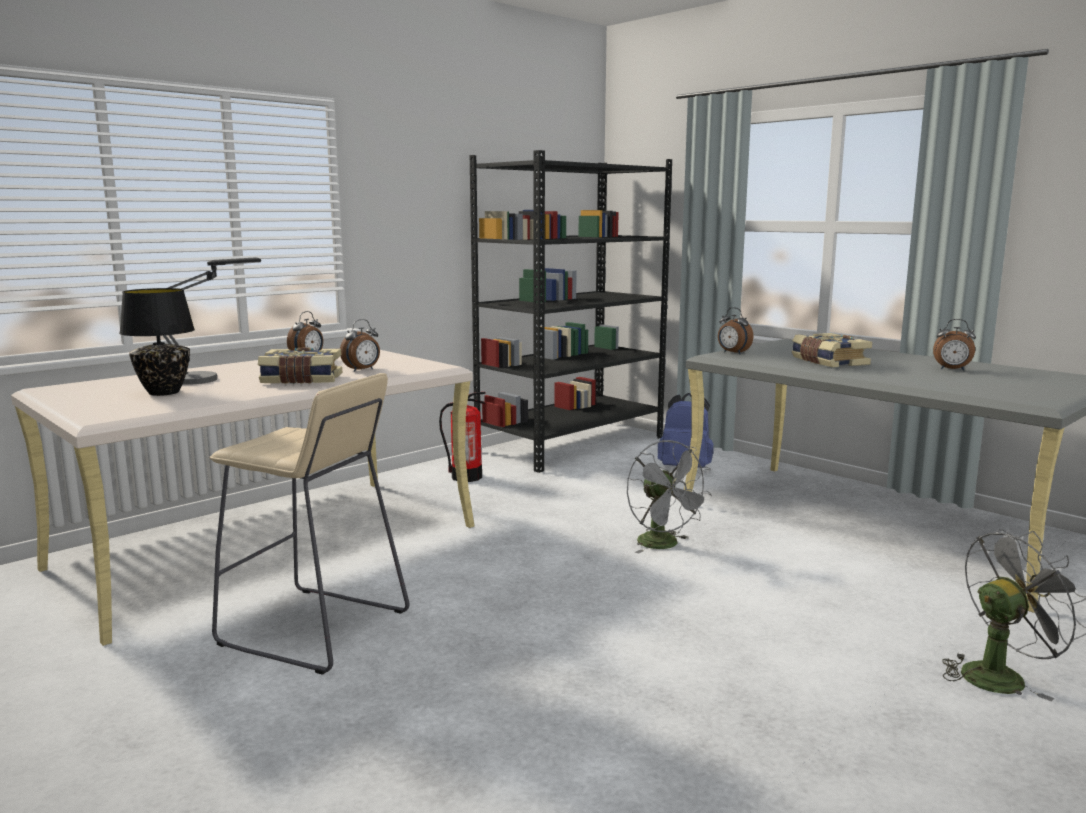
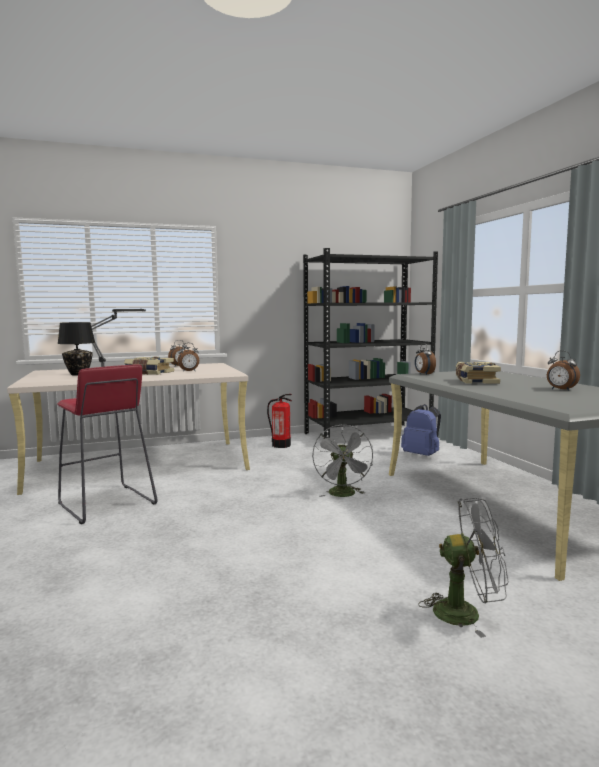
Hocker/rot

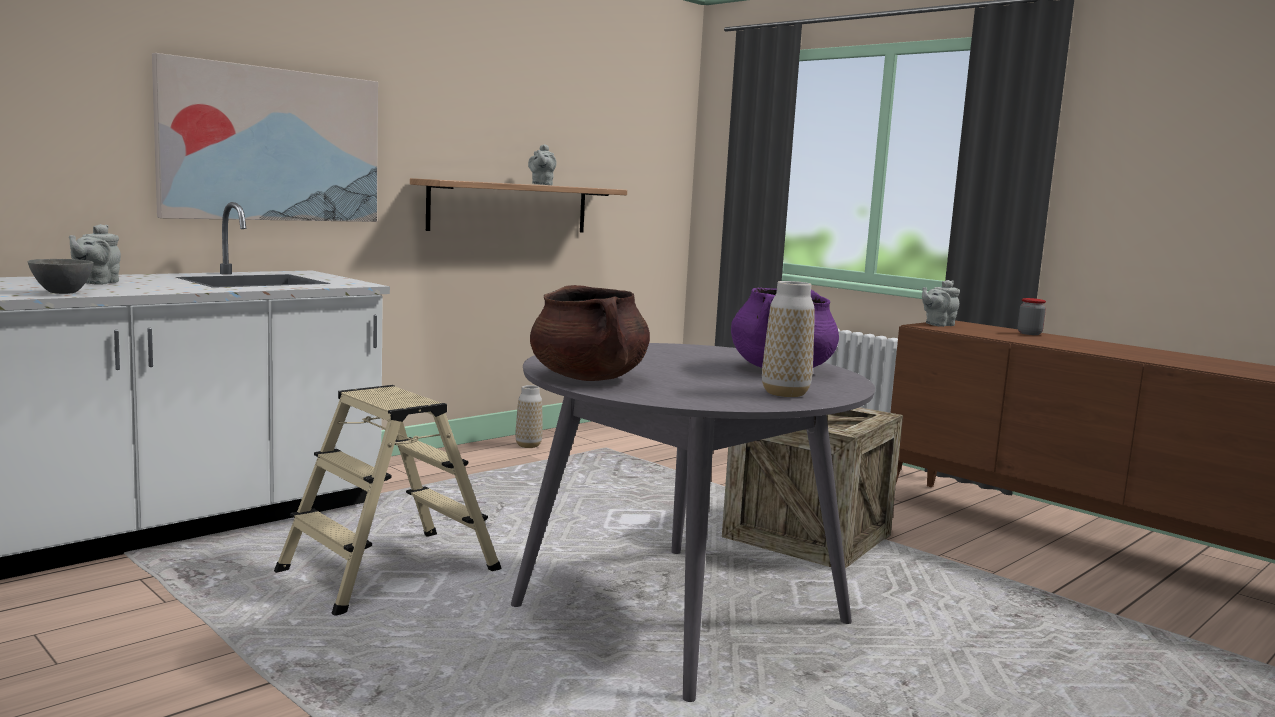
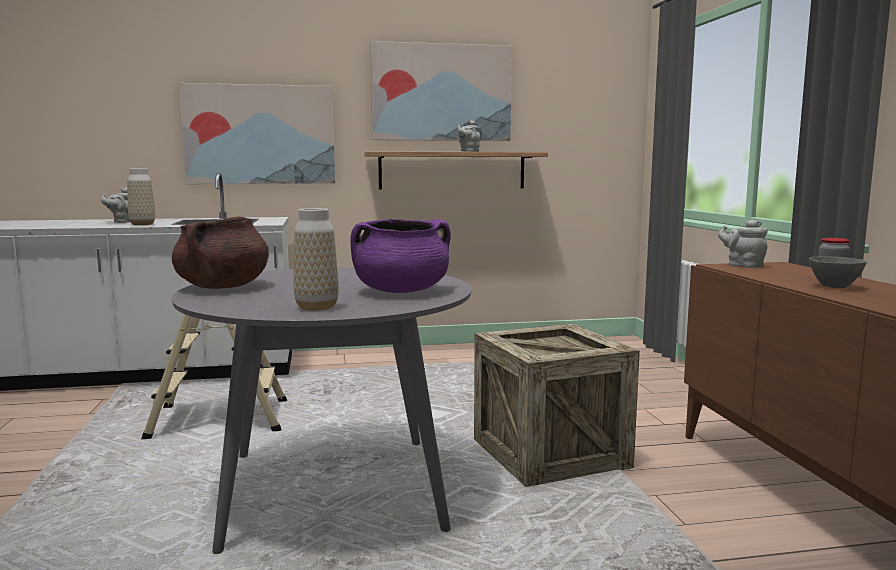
Bild (no. 2 from left)
Schüssel/grau
Vase (no. 1 from left)
Teekanne/grau (no. 3 from left)

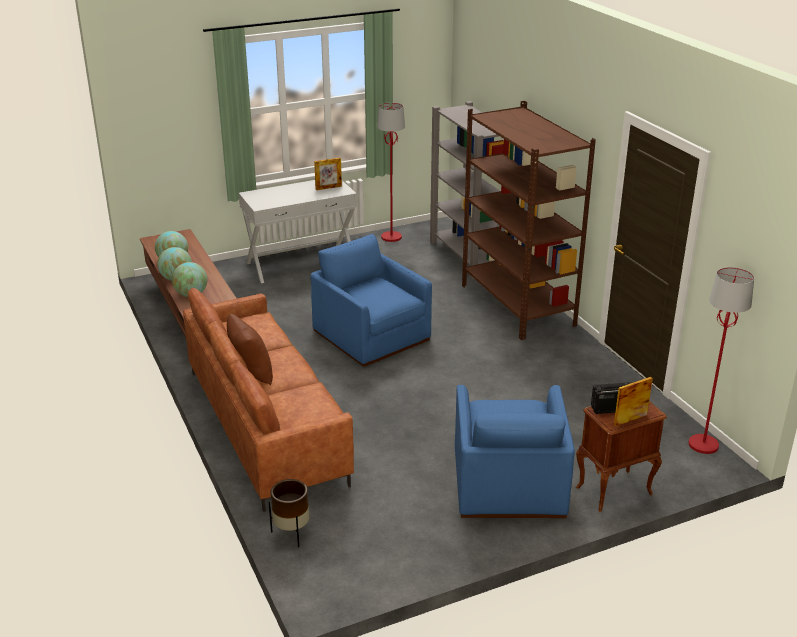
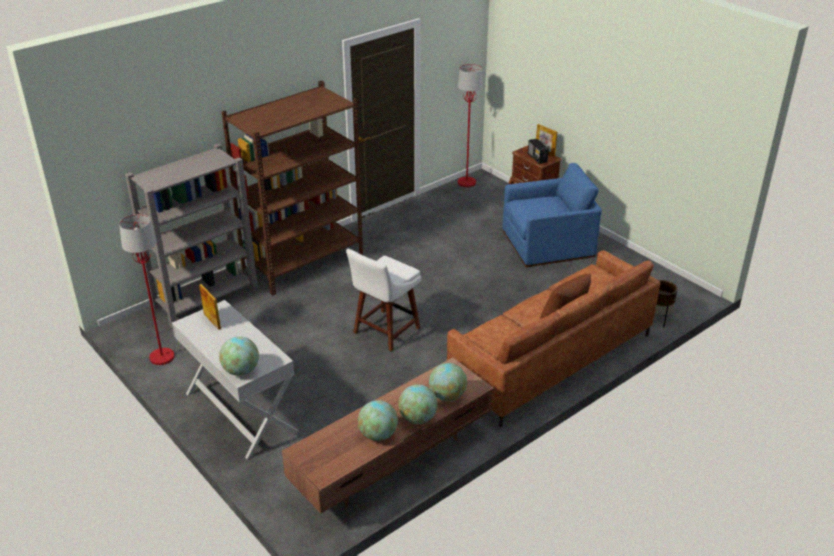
Globus (no. 1 from left)
Hocker/weiß

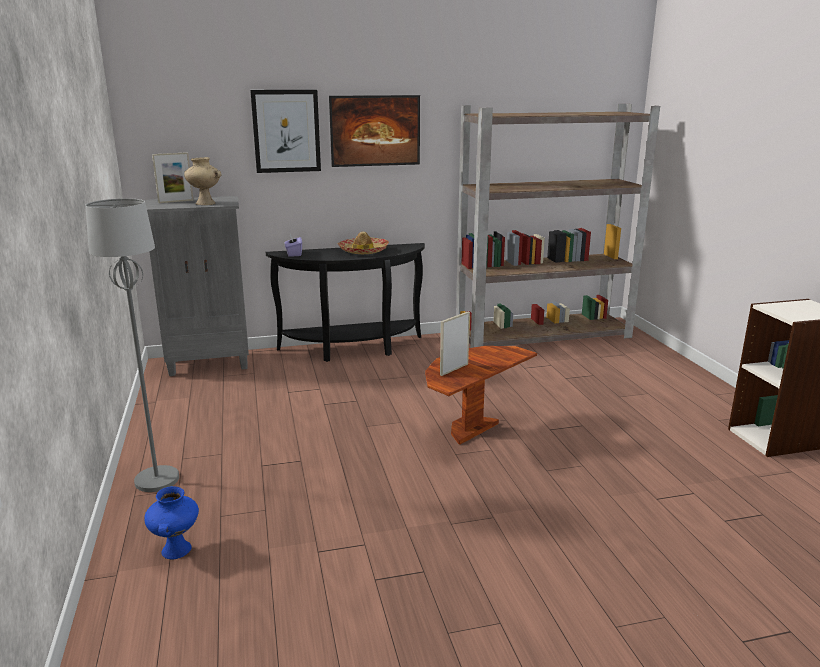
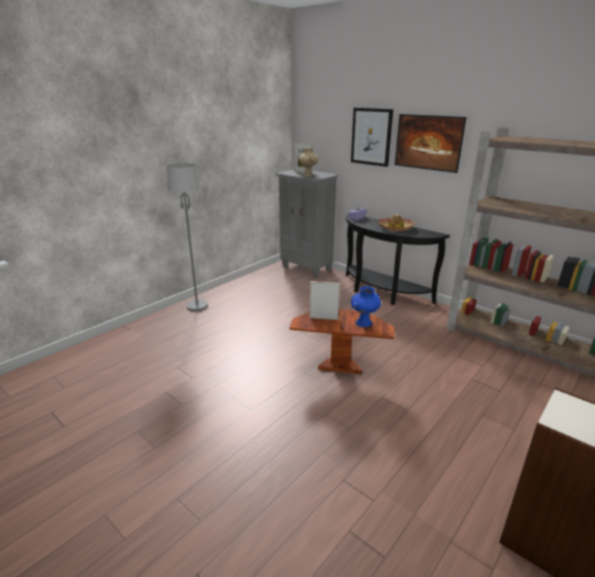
Vase/blau

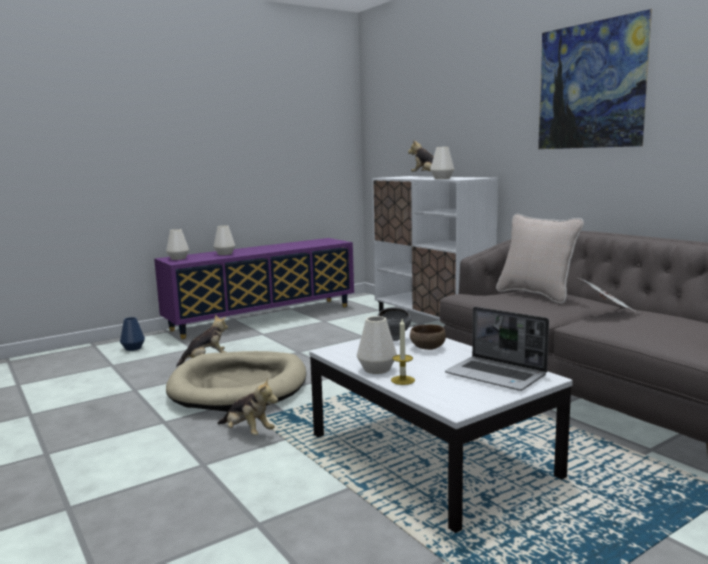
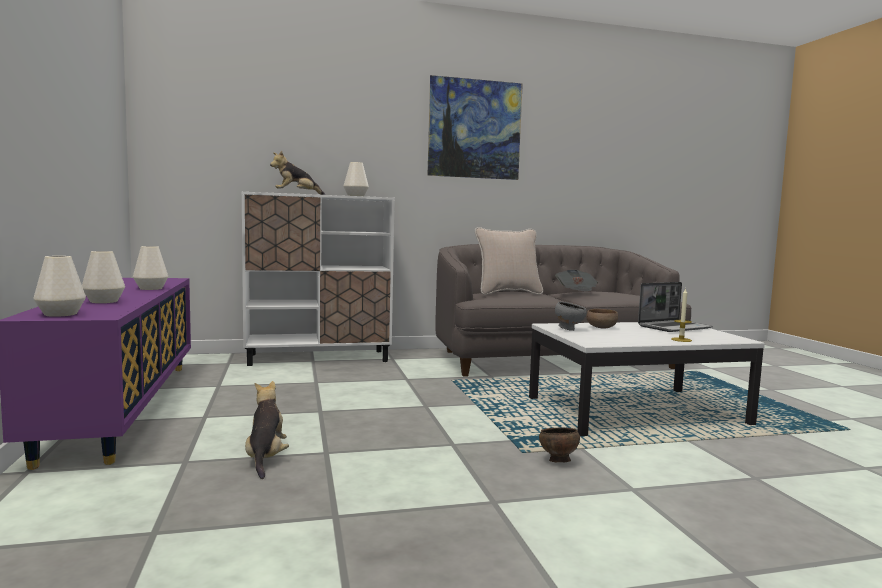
Vase/blau
Hundebett/beige
Vase/weiß (no. 3 from left)
Schüssel/braun (no. 1 from left)

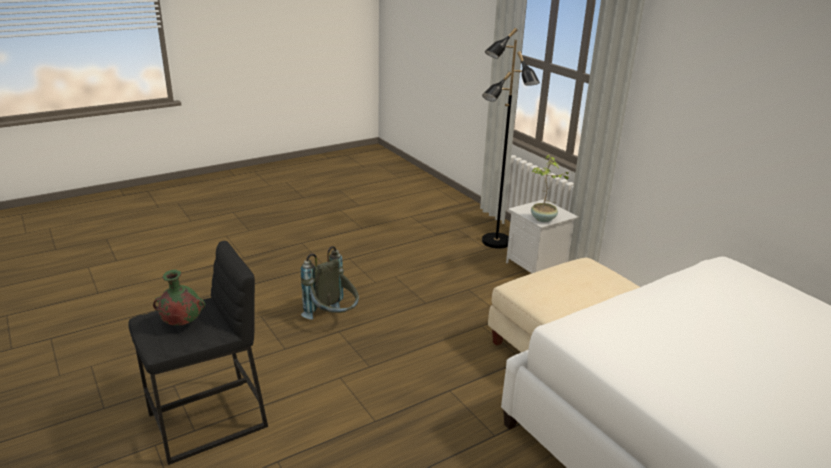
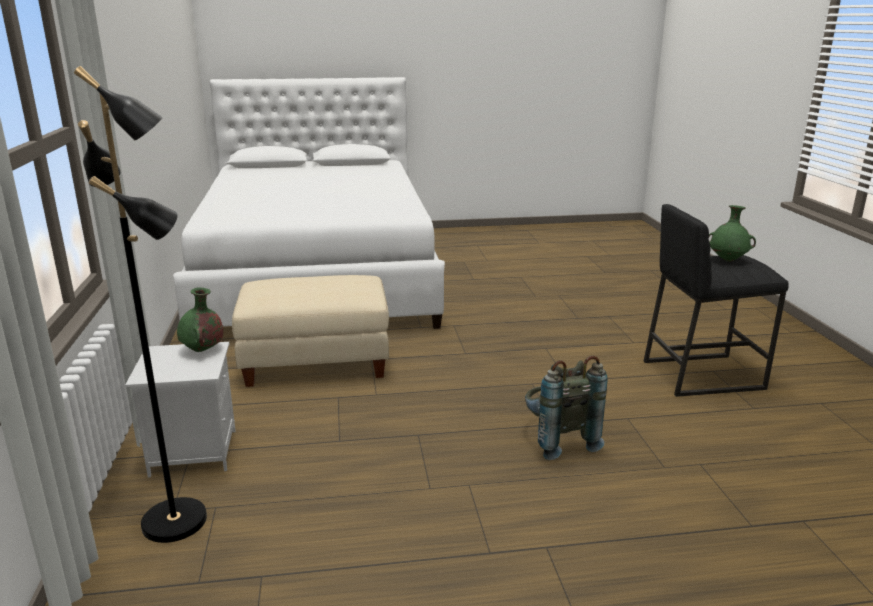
Vase/grün (no. 1 from left)

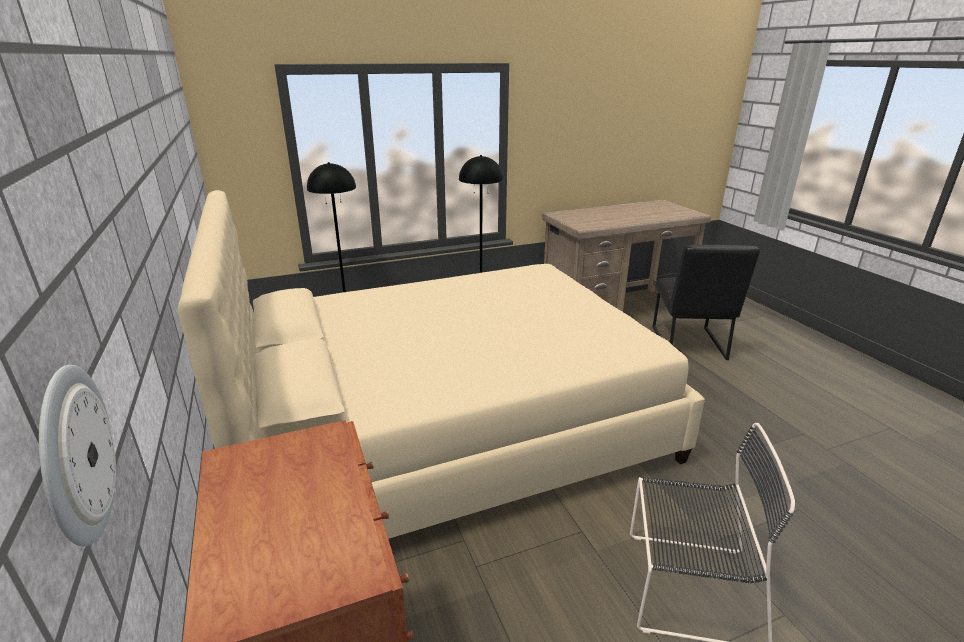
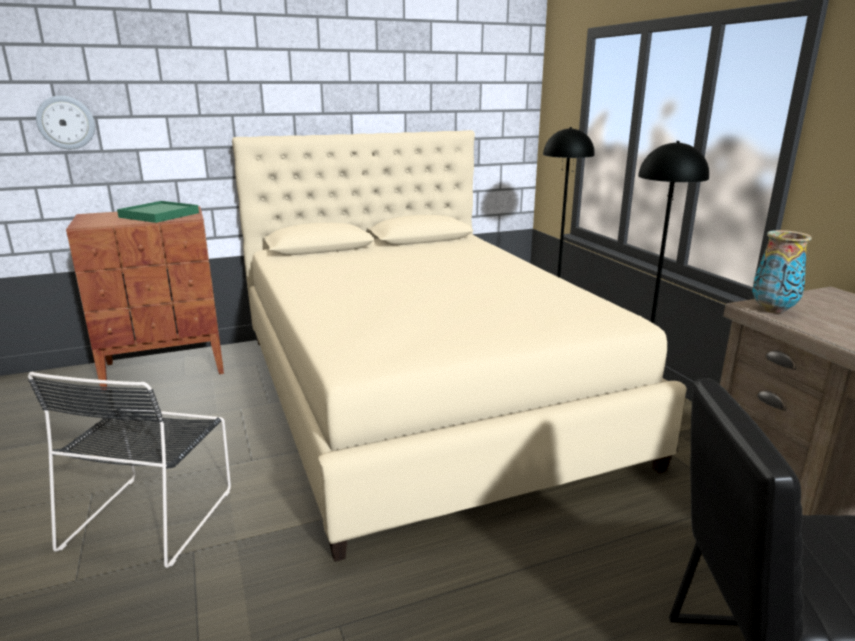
Tablett/grün
Vase

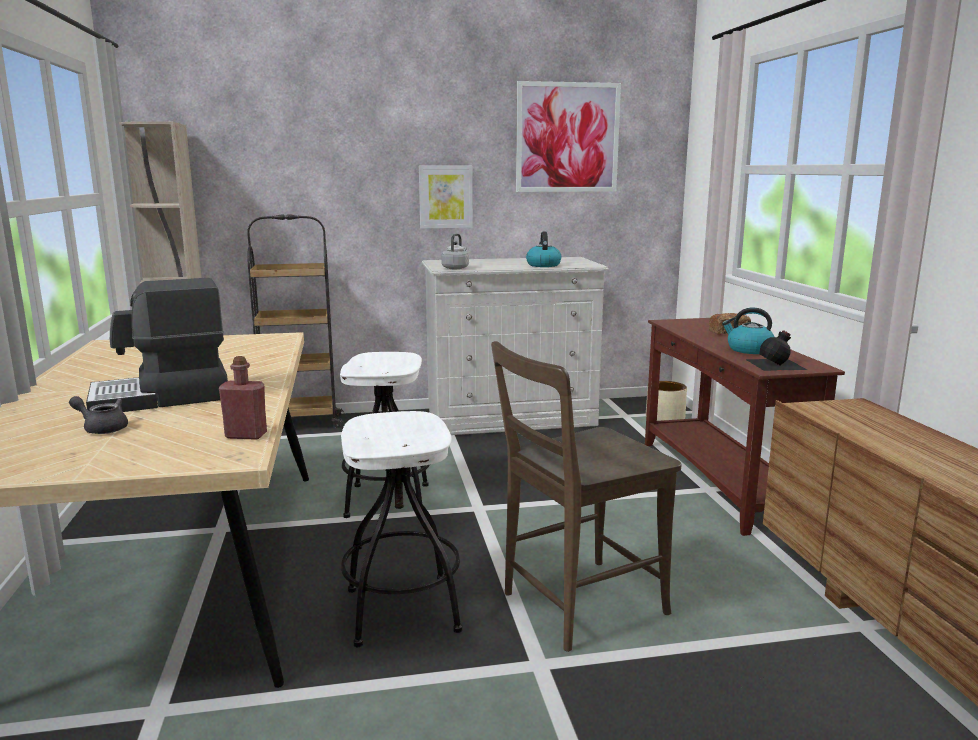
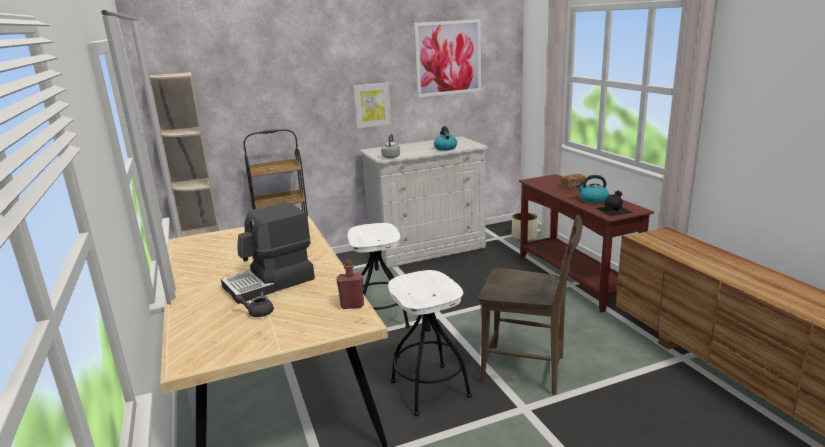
Stuhl/braun

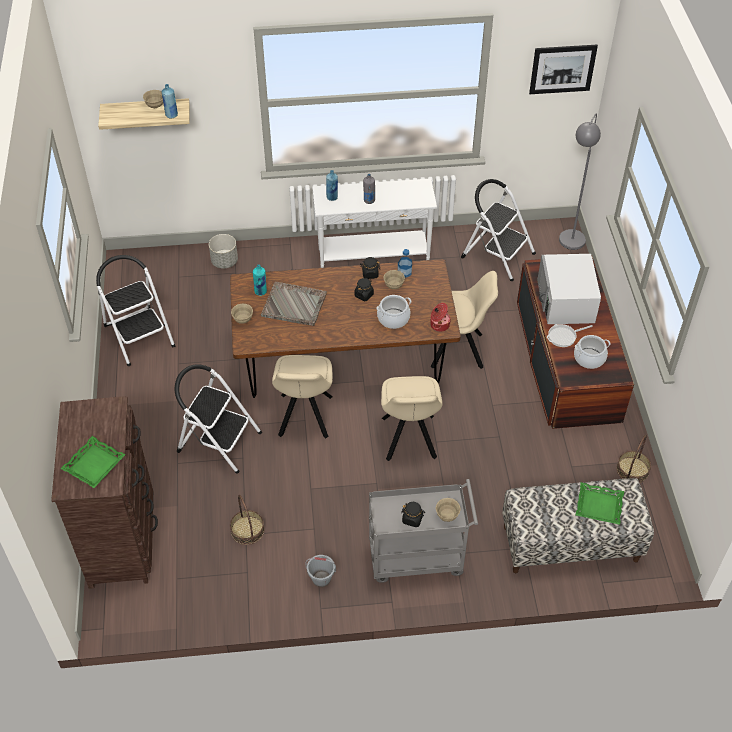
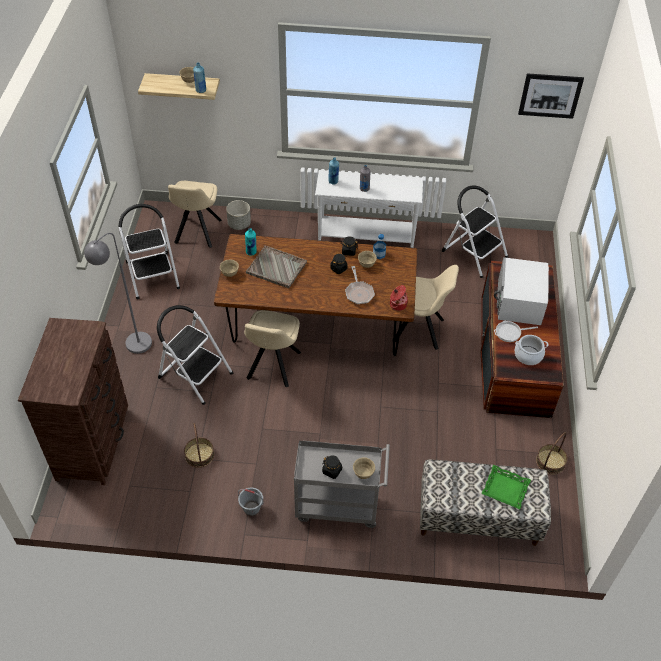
Tablett/grün (no. 1 from left in the first image)
Stuhl/beige (no. 1 from left)
Stehlampe/grau
Pfanne (no. 1 from left)

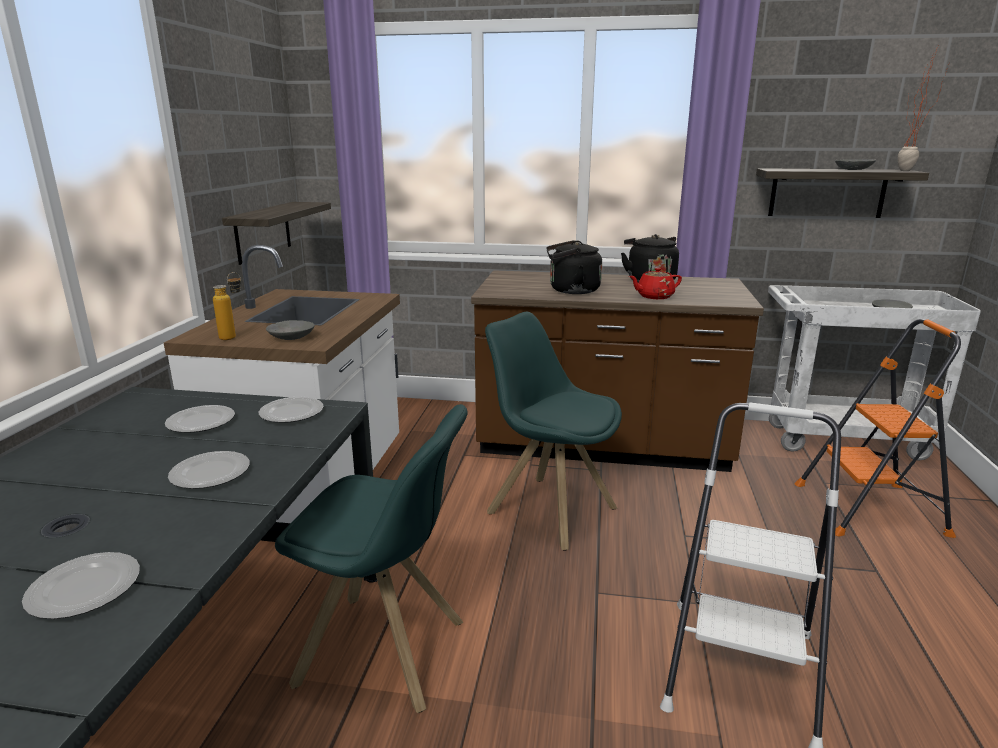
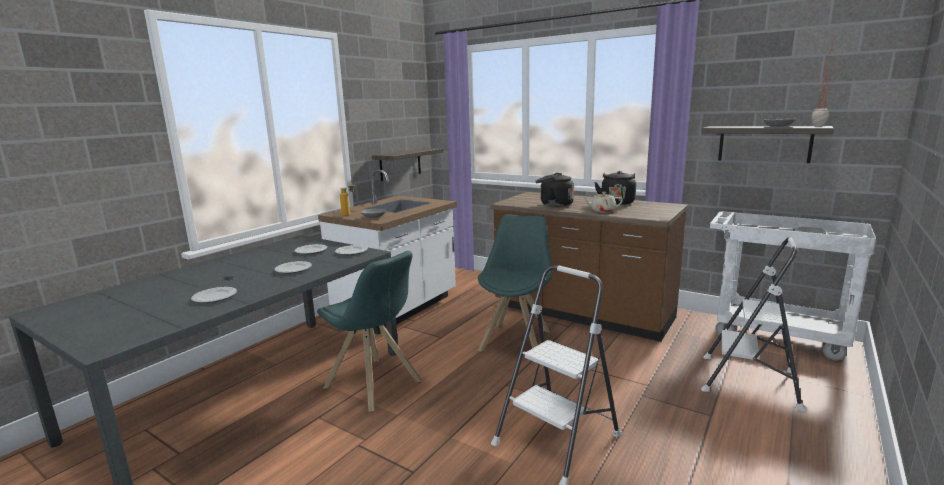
Teekanne/beige
Trittleiter/weiß (no. 2 from left)
Stuhl/türkis (no. 2 from left)

